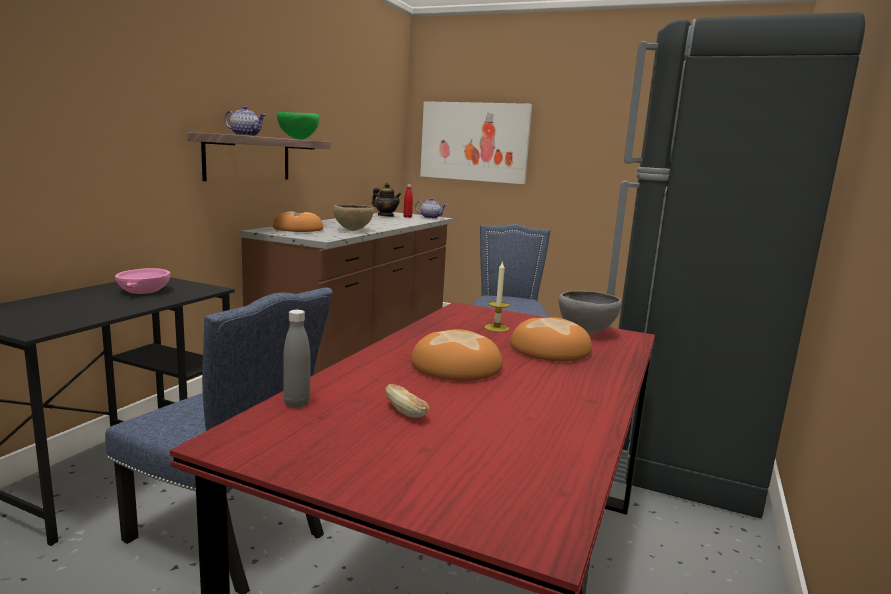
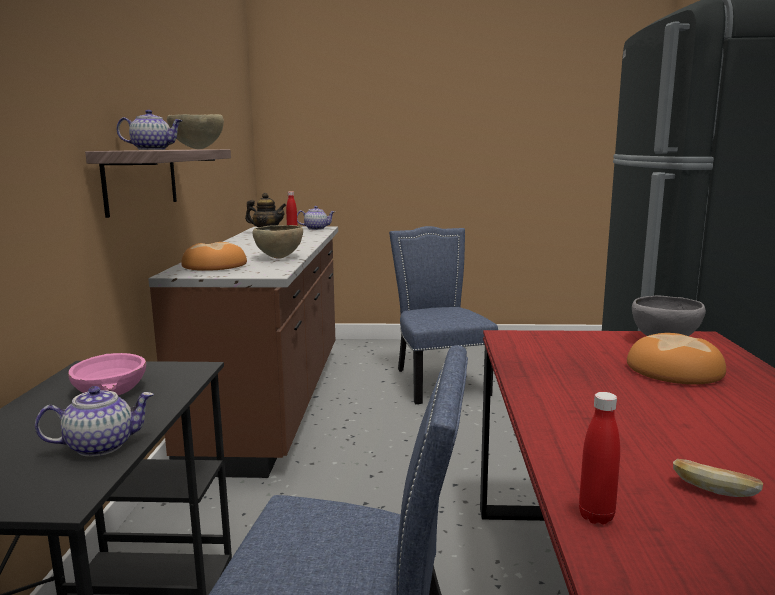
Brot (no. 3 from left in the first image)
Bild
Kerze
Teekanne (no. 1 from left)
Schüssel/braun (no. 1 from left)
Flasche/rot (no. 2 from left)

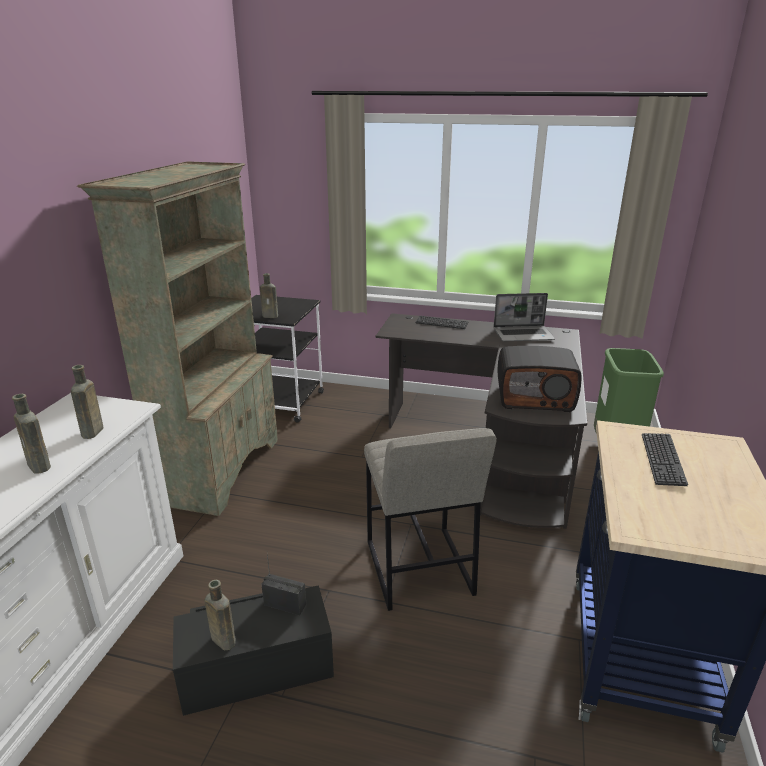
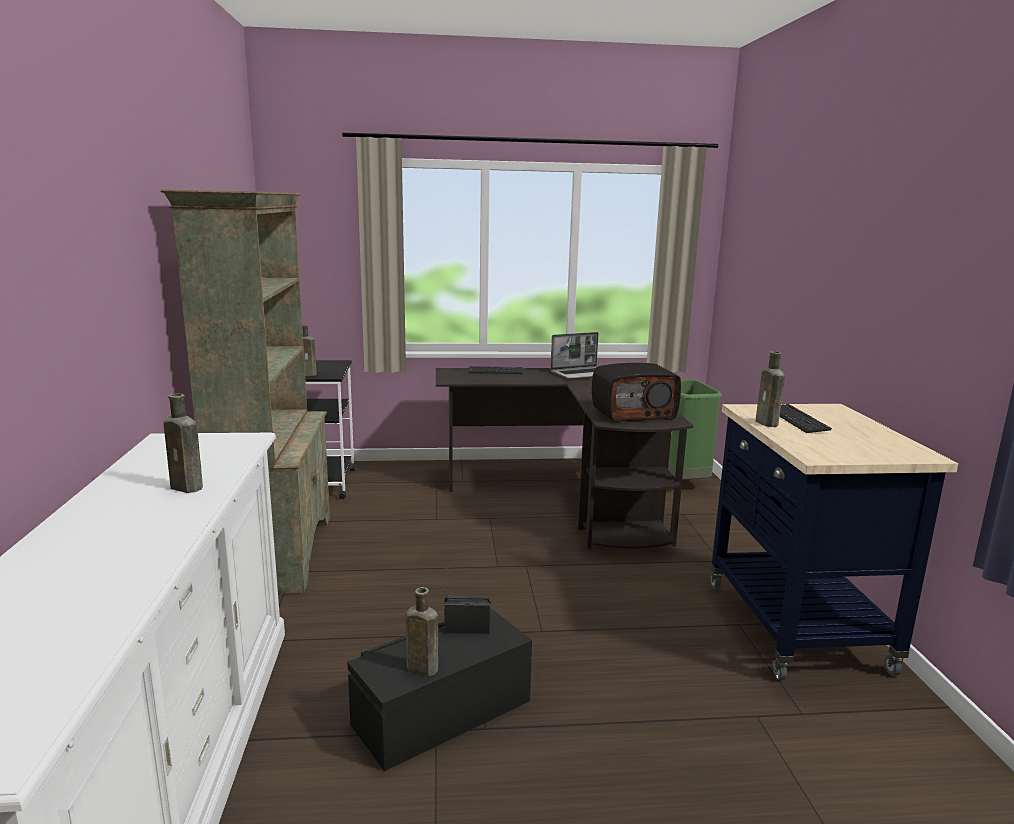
Stuhl/grau
Flasche/braun (no. 4 from left)

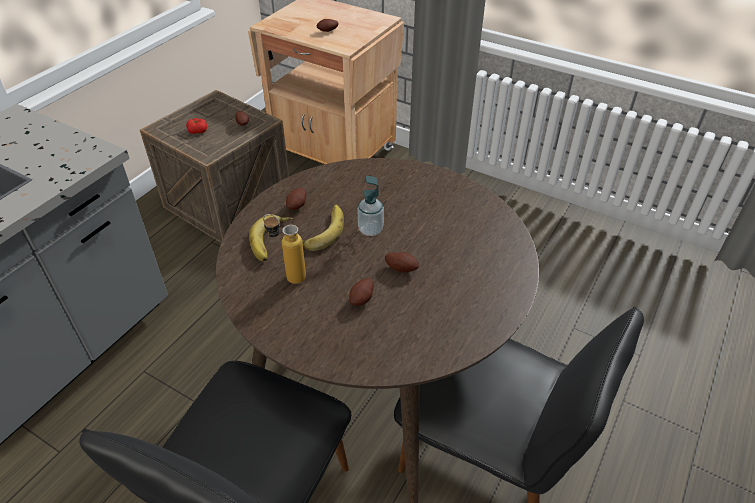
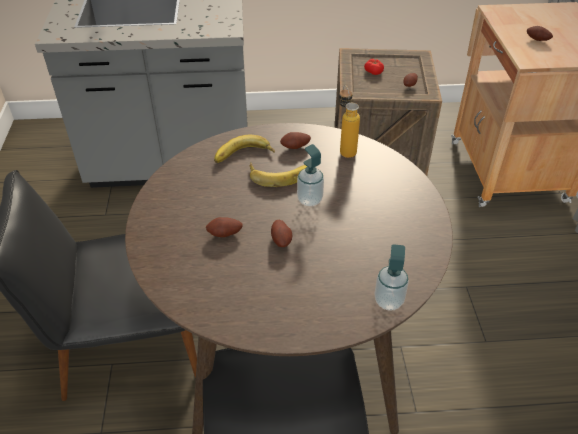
Seifenspender (no. 2 from left)
Flasche

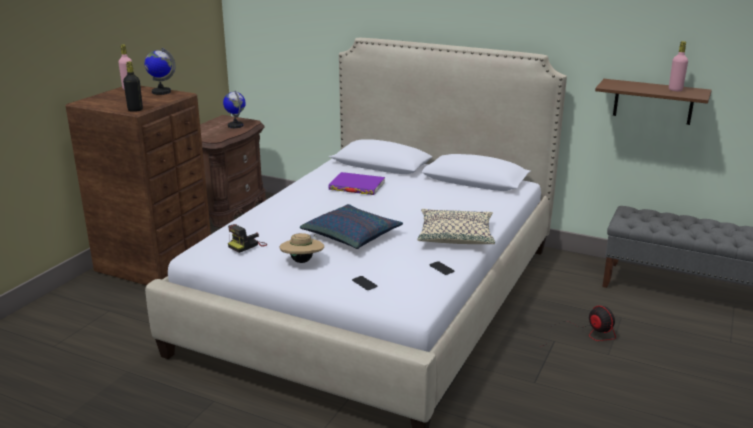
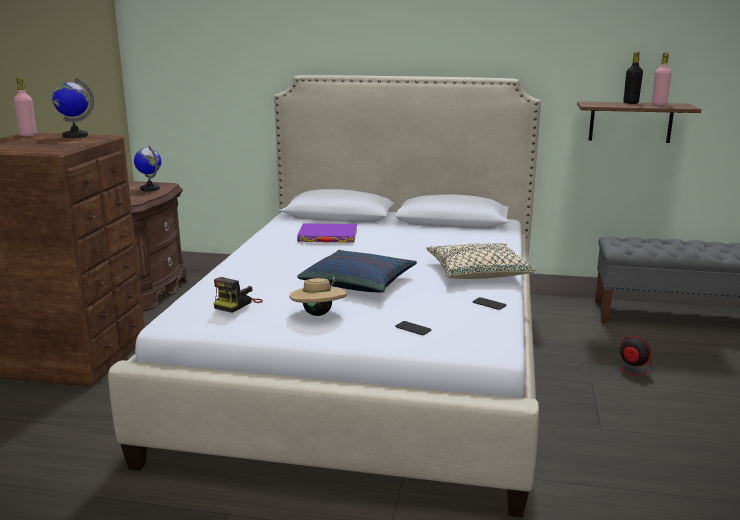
Flasche/schwarz

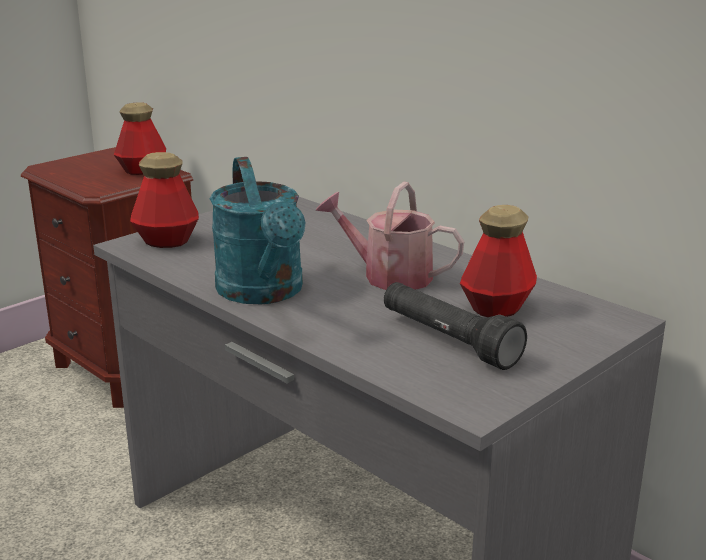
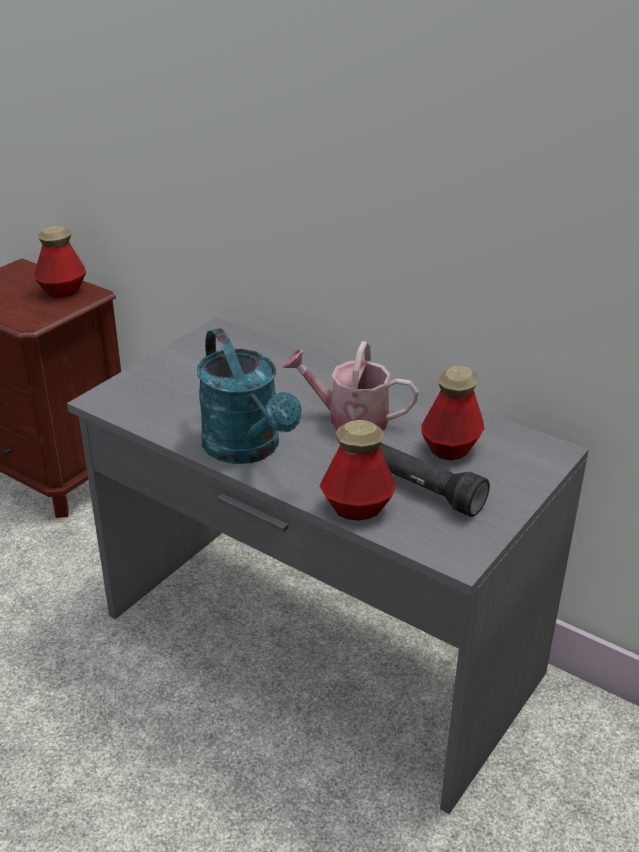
Flasche (no. 2 from left)

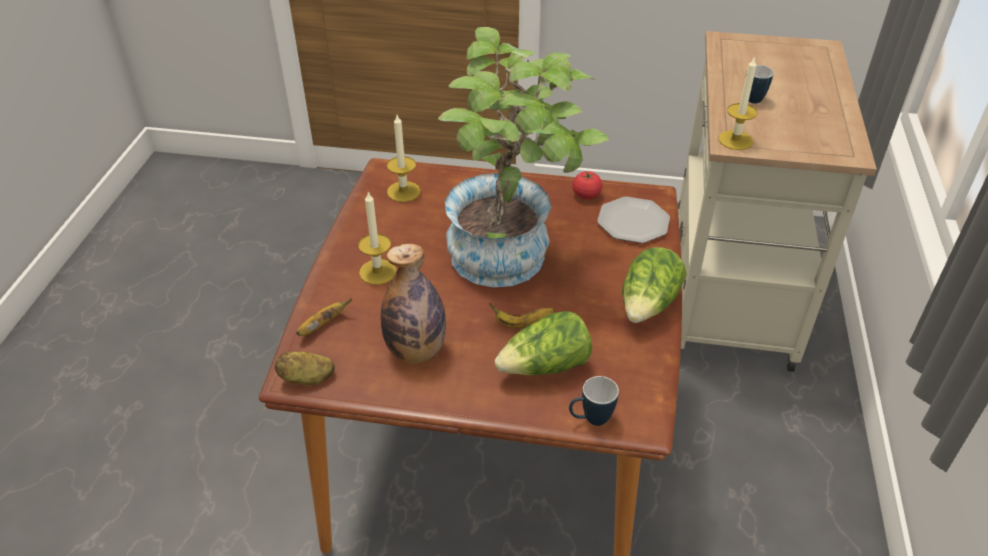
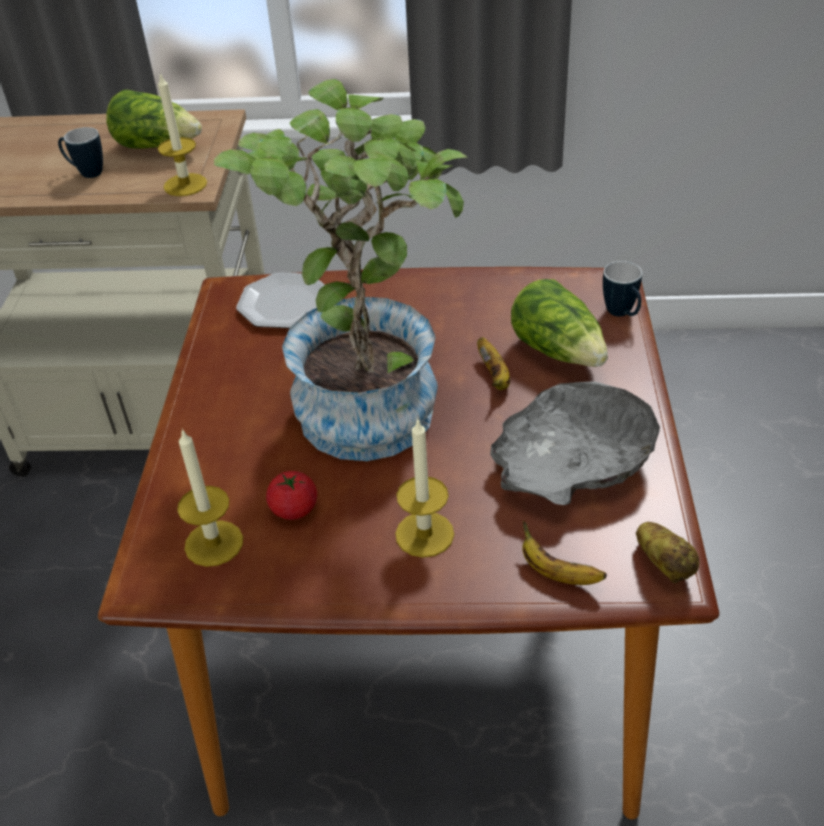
Tomate
Salatkopf (no. 1 from left)
Schüssel/grau

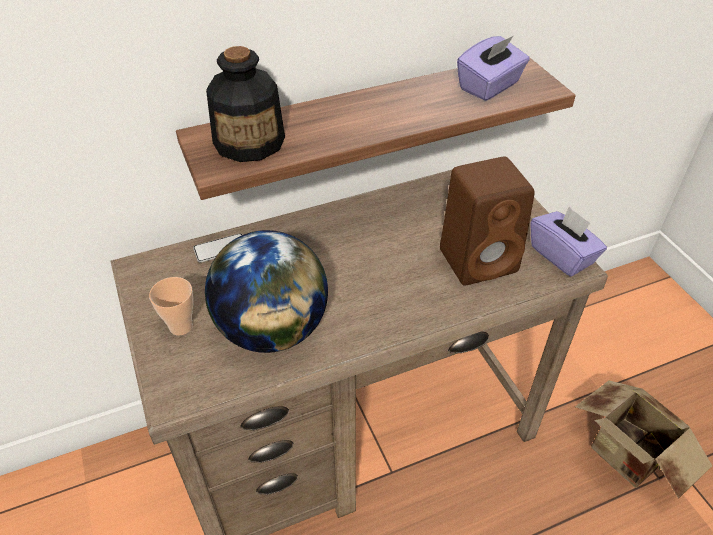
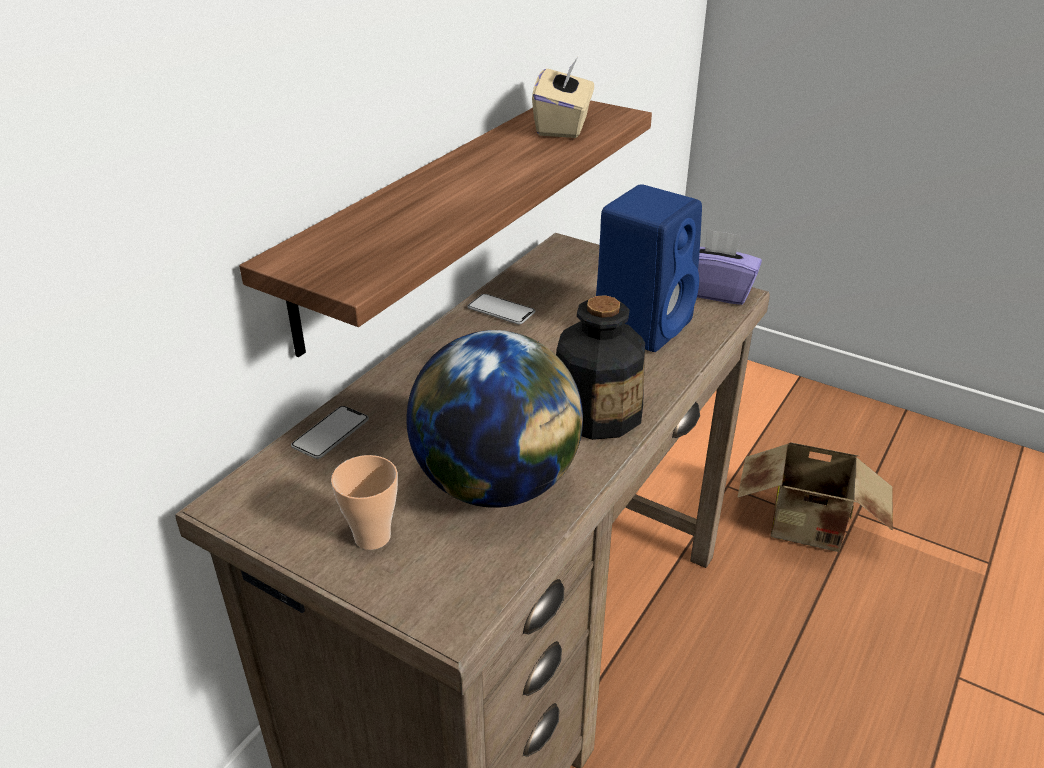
Handy (no. 2 from left)
Flasche
Lautsprecher/blau
Taschentuchbox/beige

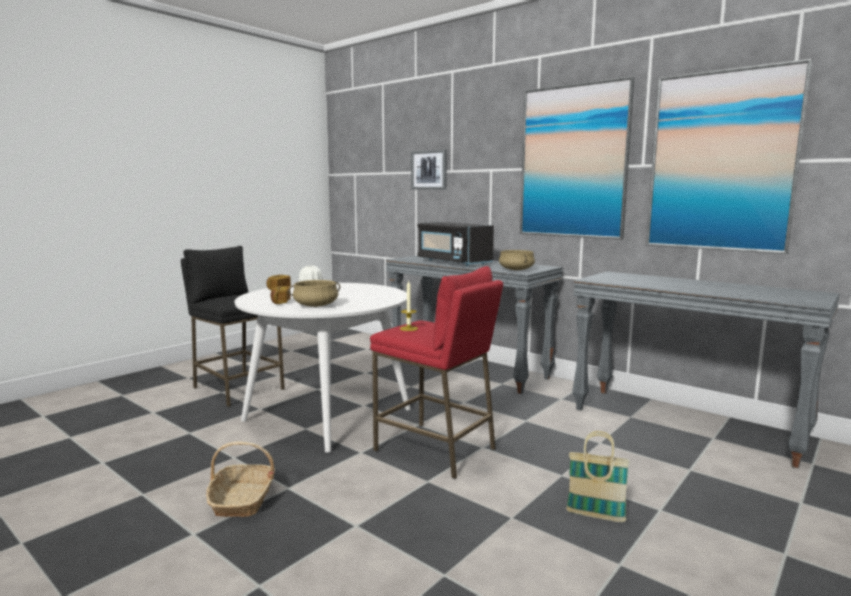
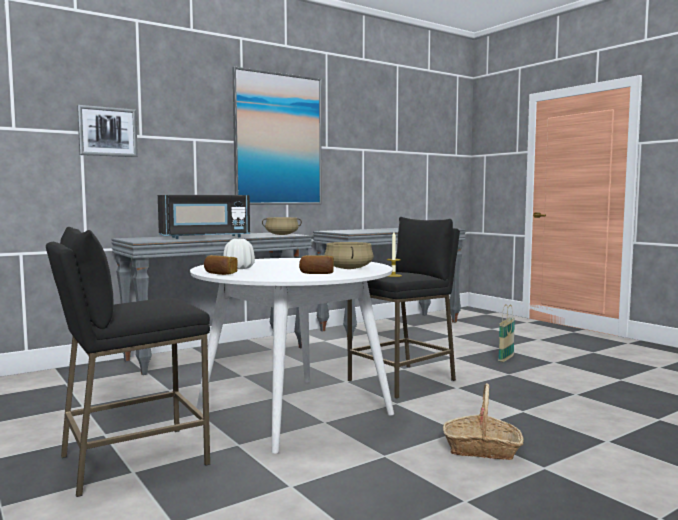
Bild (no. 3 from left in the first image)
Hocker/schwarz (no. 2 from left)

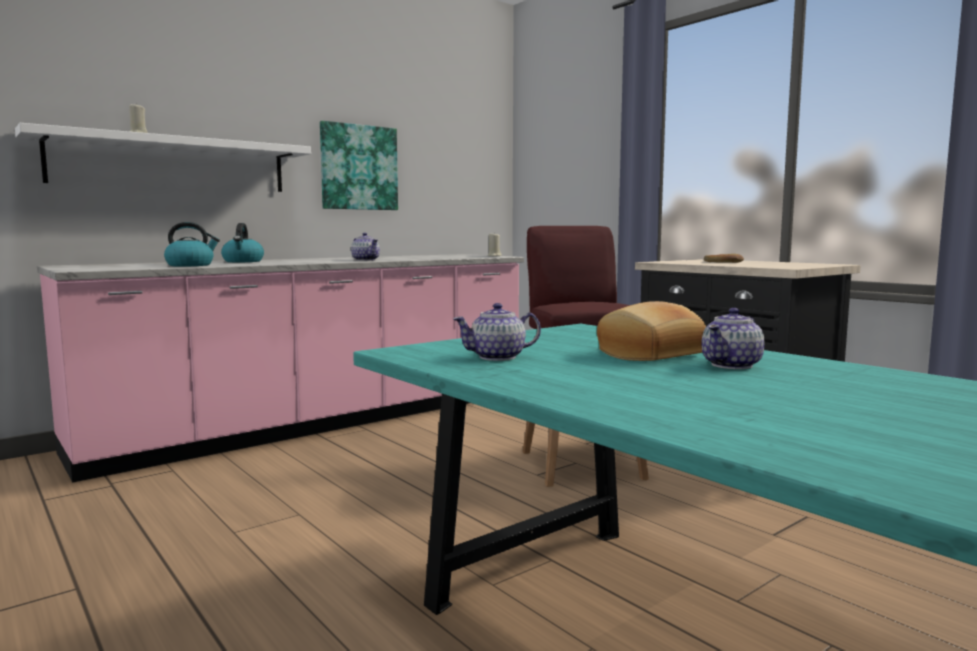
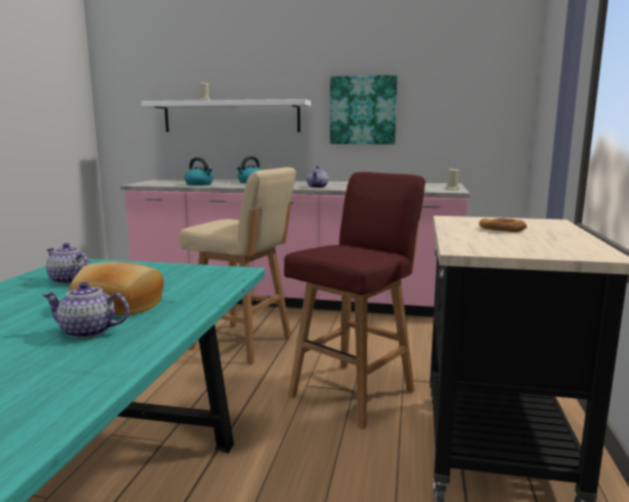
Hocker/beige

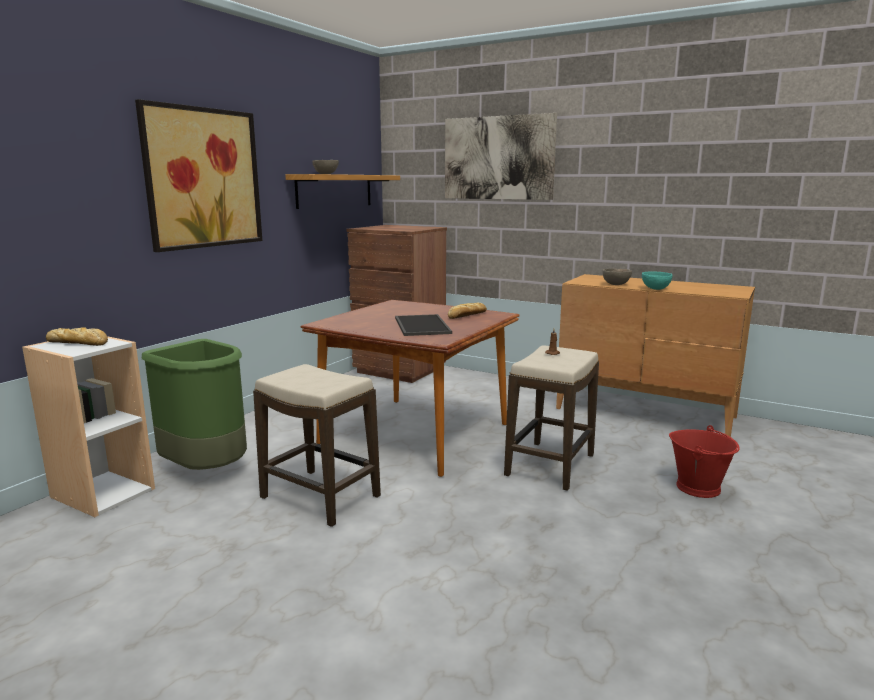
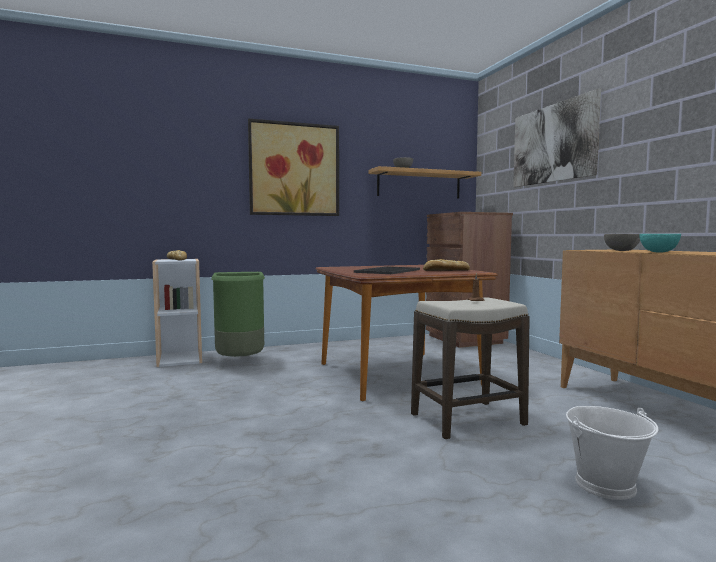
Hocker (no. 1 from left in the first image)
Eimer/weiß

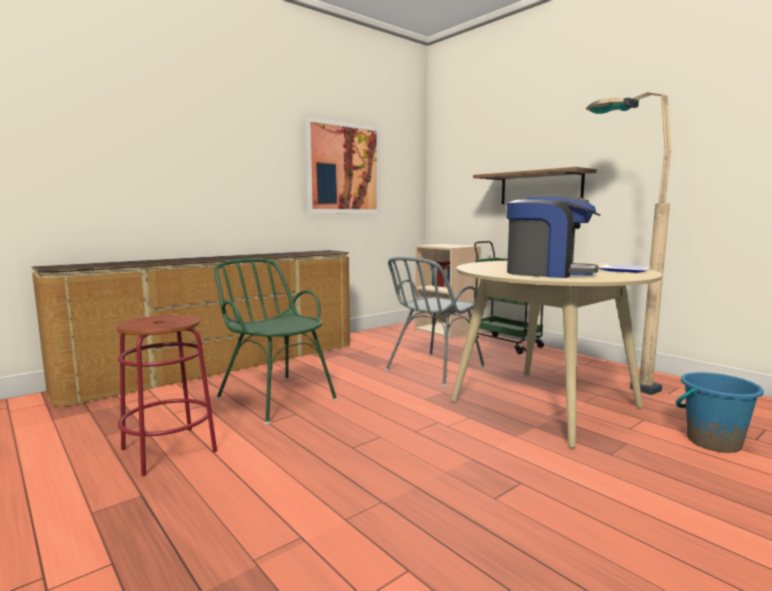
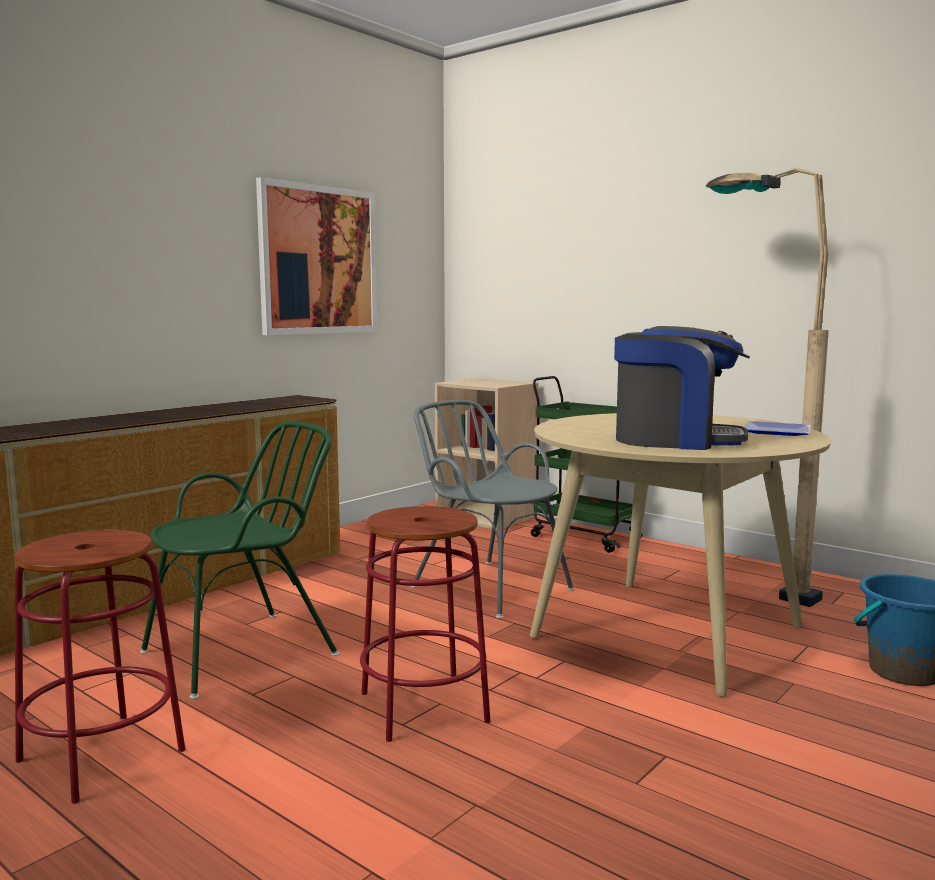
Wandregal
Hocker/rot (no. 2 from left)
Stuhl/grün
Stuhl/grau

